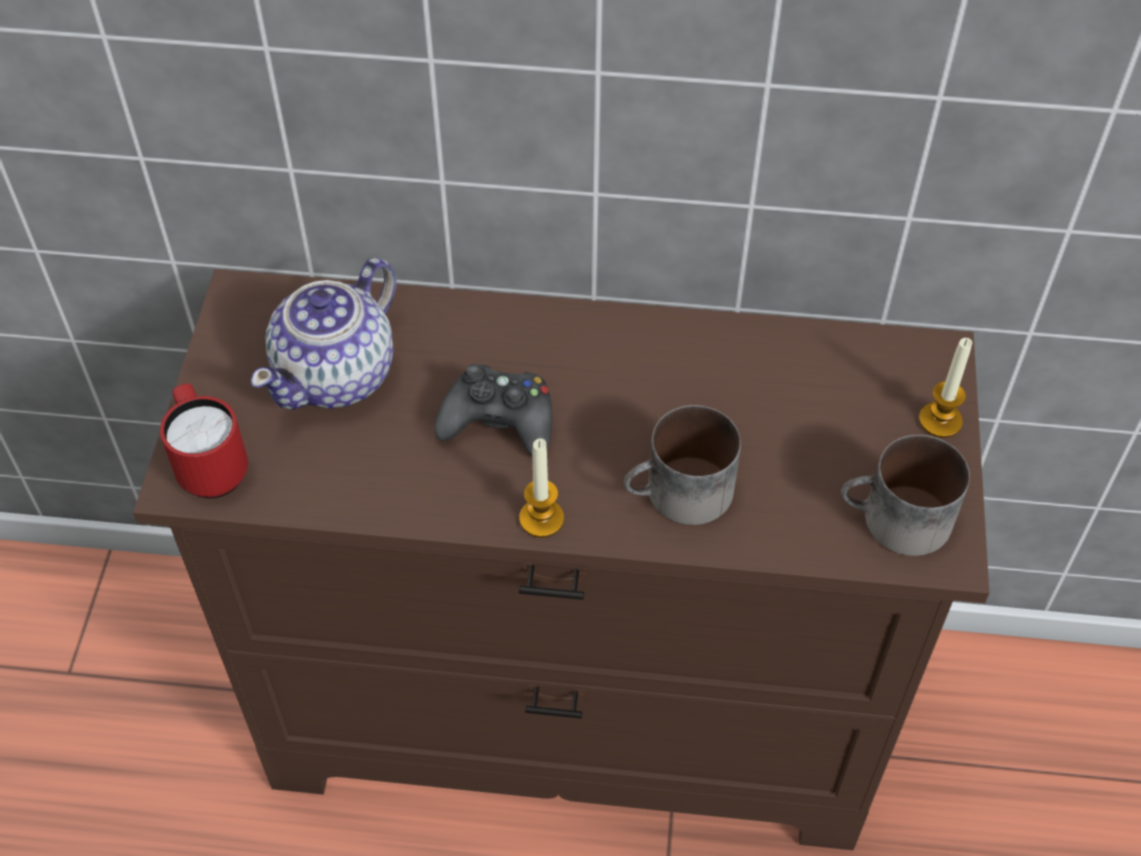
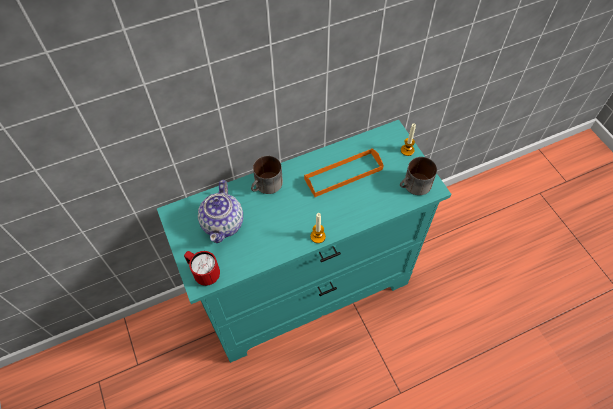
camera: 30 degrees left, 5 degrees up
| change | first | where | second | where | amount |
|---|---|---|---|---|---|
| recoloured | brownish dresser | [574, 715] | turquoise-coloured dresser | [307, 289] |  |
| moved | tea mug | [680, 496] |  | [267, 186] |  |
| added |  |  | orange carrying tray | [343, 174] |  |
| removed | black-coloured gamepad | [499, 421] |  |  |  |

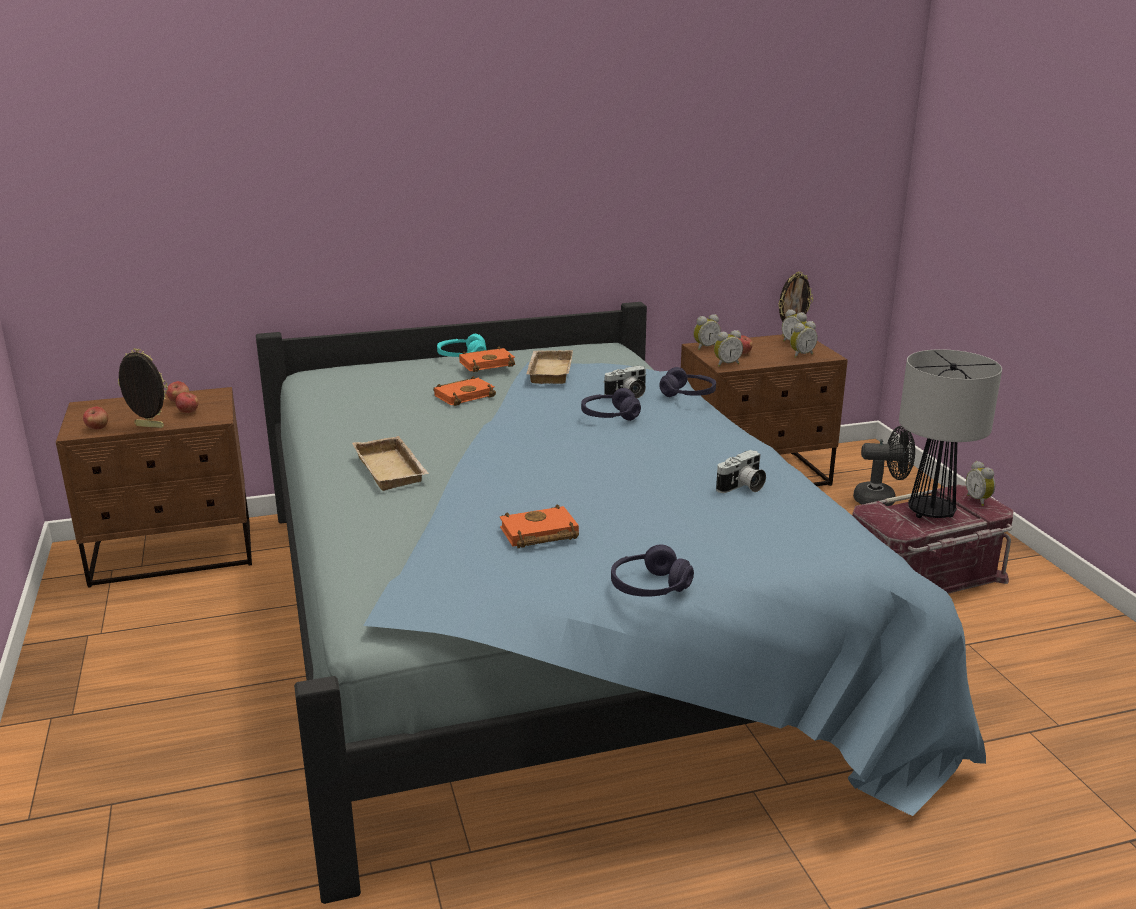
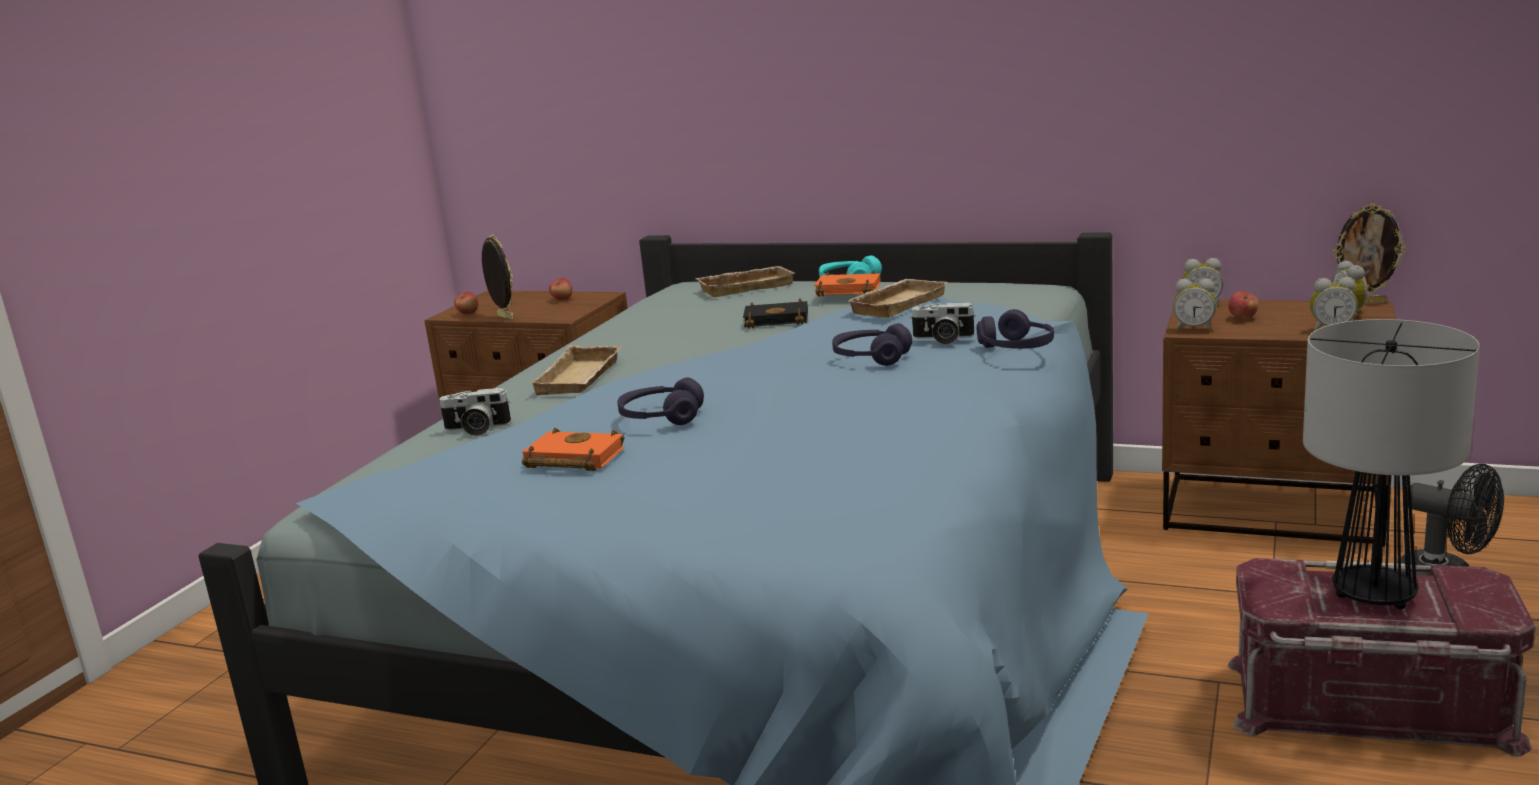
camera: 40 degrees right, 5 degrees down
| change | first | where | second | where | amount |
|---|---|---|---|---|---|
| moved | photo camera | [742, 487] |  | [476, 429] |  |
| moved | purple pair of headphones | [649, 587] |  | [661, 417] |  |
| added |  |  | sand-coloured carrying tray | [746, 286] |  |
| recoloured | orange book | [464, 395] | black-coloured book | [778, 319] |  |
| removed | apple | [188, 412] |  |  |  |
| removed | bedside clock | [979, 500] |  |  |  |

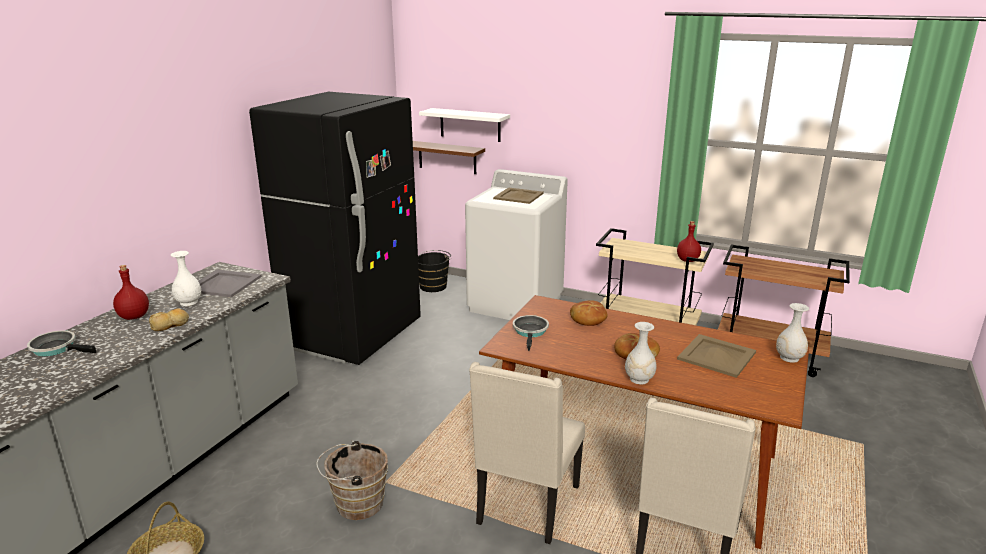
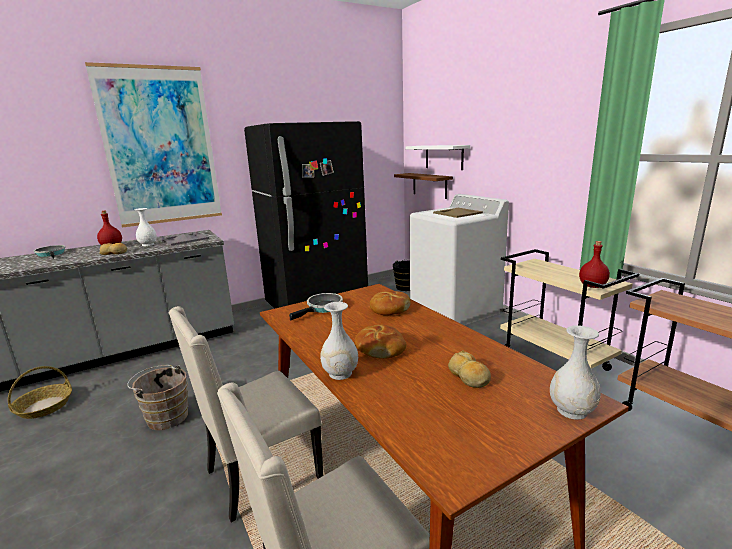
camera: 35 degrees right, 5 degrees down
| change | first | where | second | where | amount |
|---|---|---|---|---|---|
| added |  |  | picture | [160, 147] |  |
| replaced | sand-coloured carrying tray | [716, 355] | bread | [468, 377] |  |

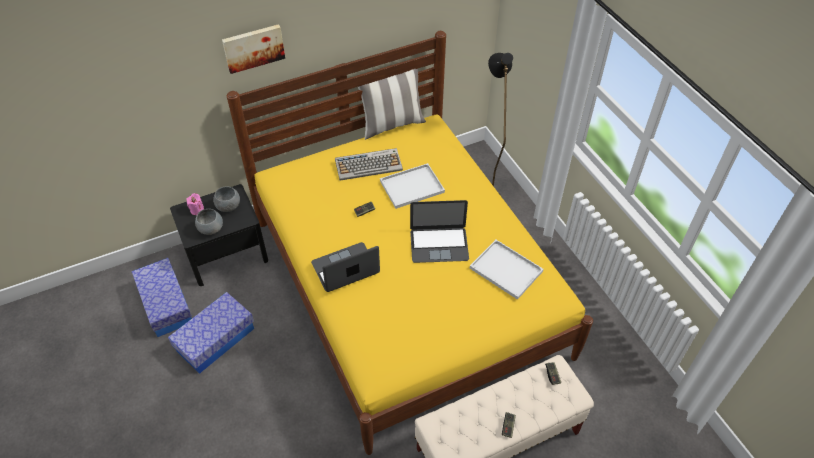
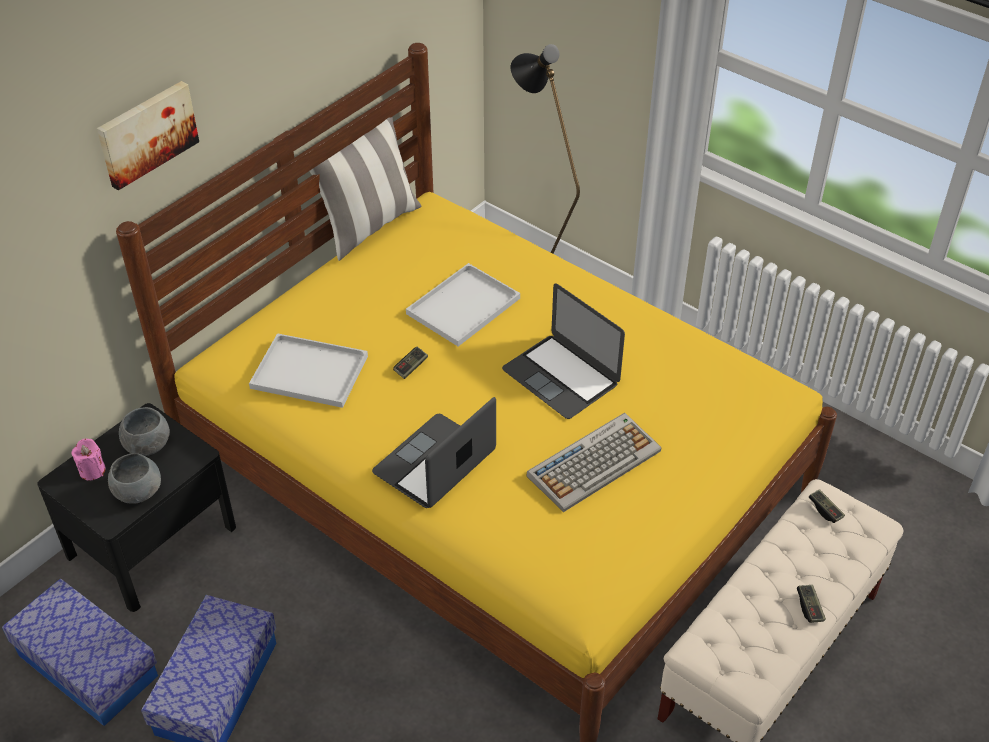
camera: 25 degrees left, 5 degrees down
| change | first | where | second | where | amount |
|---|---|---|---|---|---|
| moved | whitish carrying tray | [507, 270] |  | [312, 371] |  |
| turned | notebook computer | [439, 244] |  | [561, 376] | 75 degrees clockwise |
| moved | computer keyboard | [369, 165] |  | [594, 462] |  |

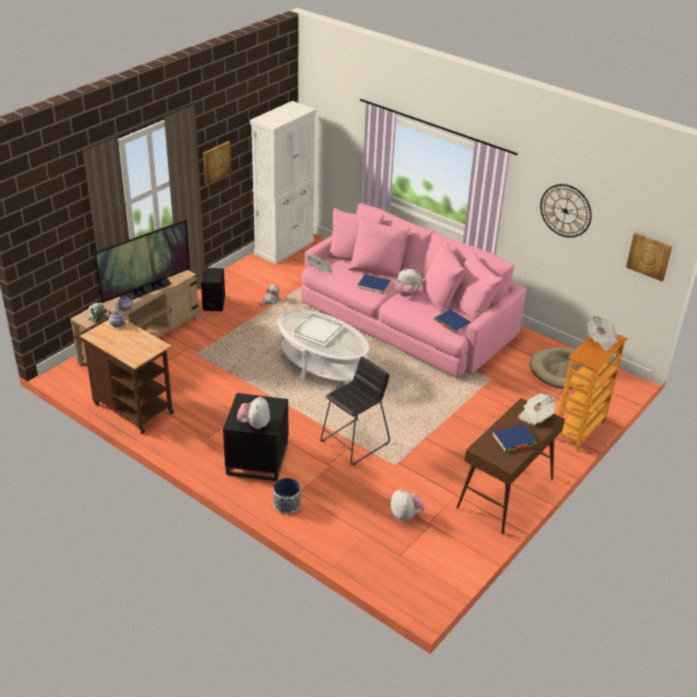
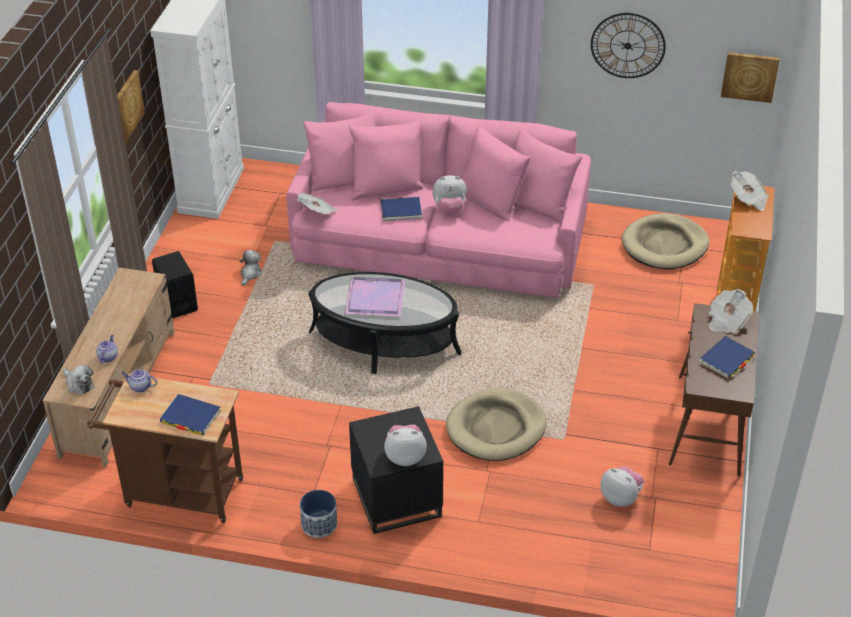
camera: 25 degrees left, 5 degrees up
| change | first | where | second | where | amount |
|---|---|---|---|---|---|
| moved | blue-coloured book | [452, 323] |  | [190, 417] |  |
| moved | plant pot | [286, 504] |  | [319, 524] |  |
| recoloured | whitish low table | [322, 367] | black-coloured low table | [384, 342] |  |
| recoloured | whitish carrying tray | [317, 330] | purple carrying tray | [374, 298] |  |
| turned | soft toy | [254, 424] |  | [405, 457] | 105 degrees clockwise |
| replaced | black-coloured stool seat | [354, 442] | sand-coloured dog cushion | [496, 428] |  |
| removed | TV set | [146, 290] |  |  |  |

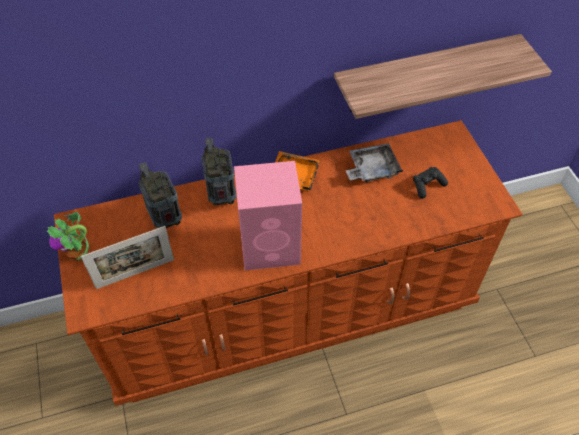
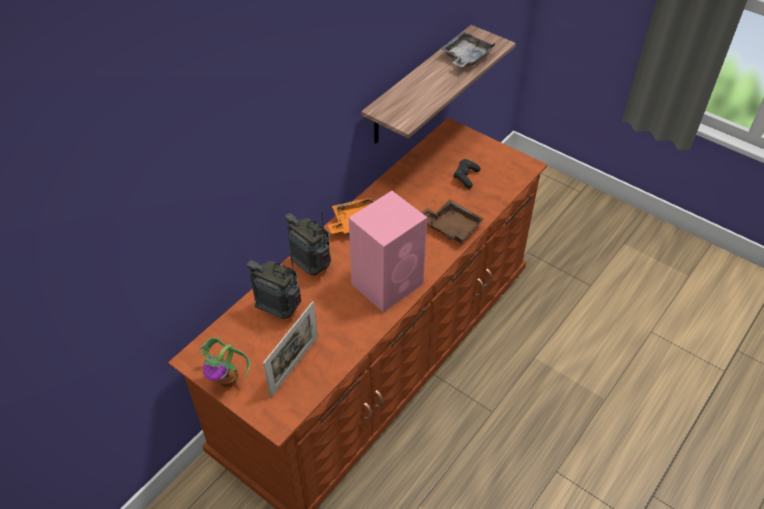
camera: 35 degrees left, 5 degrees down
| change | first | where | second | where | amount |
|---|---|---|---|---|---|
| added |  |  | brownish carrying tray | [451, 226] |  |
| moved | greyish carrying tray | [372, 169] |  | [465, 57] |  |

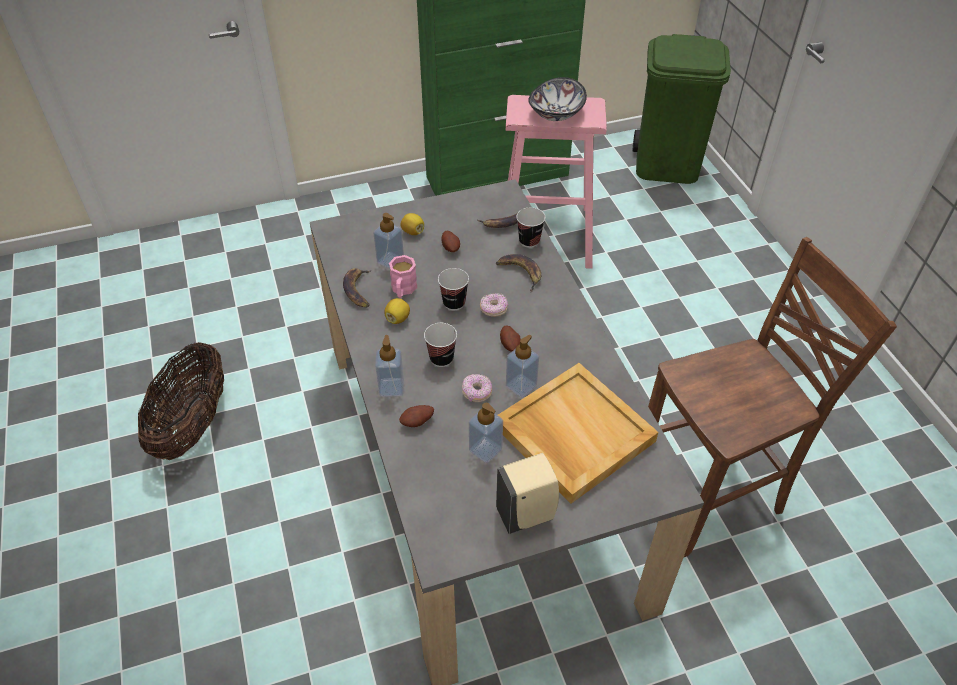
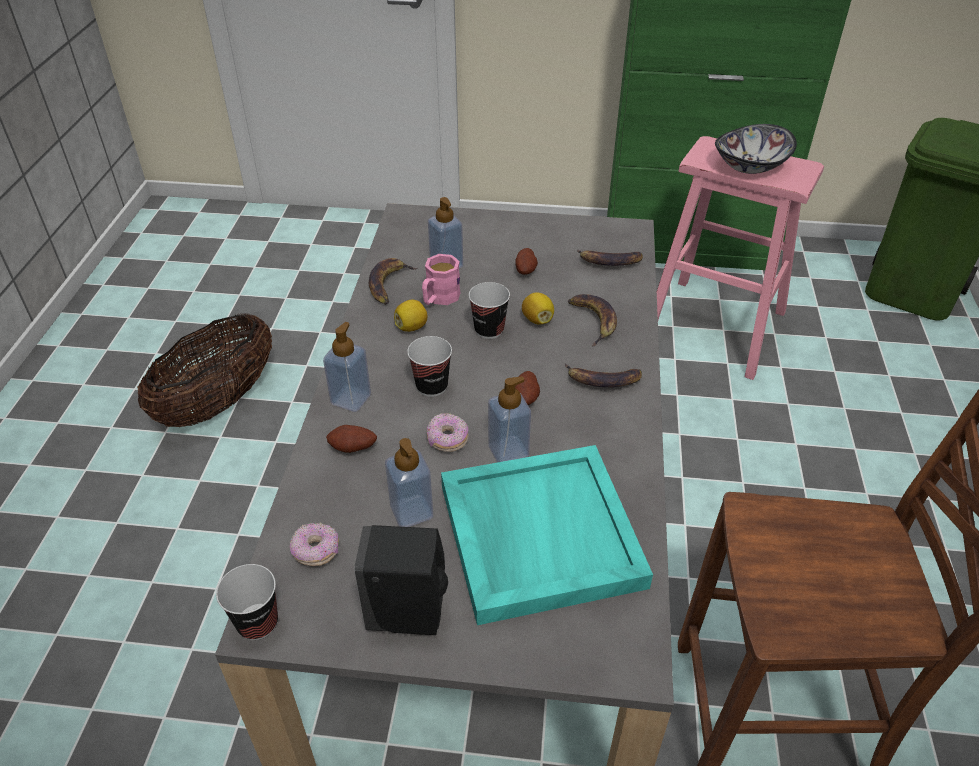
camera: 25 degrees right, 5 degrees down
| change | first | where | second | where | amount |
|---|---|---|---|---|---|
| moved | small cup | [529, 241] |  | [257, 623] |  |
| moved | ring doughnut | [493, 309] |  | [316, 551] |  |
| recoloured | sand-coloured soap dispenser | [527, 514] | black-coloured soap dispenser | [410, 615] |  |
| recoloured | sand-coloured carrying tray | [572, 433] | turquoise-coloured carrying tray | [538, 534] |  |
| moved | citrus fruit | [413, 232] |  | [537, 319] |  |
| added |  |  | banana fruit | [602, 380] |  |

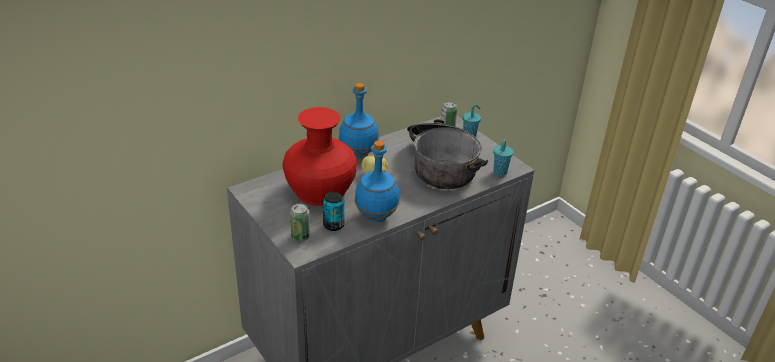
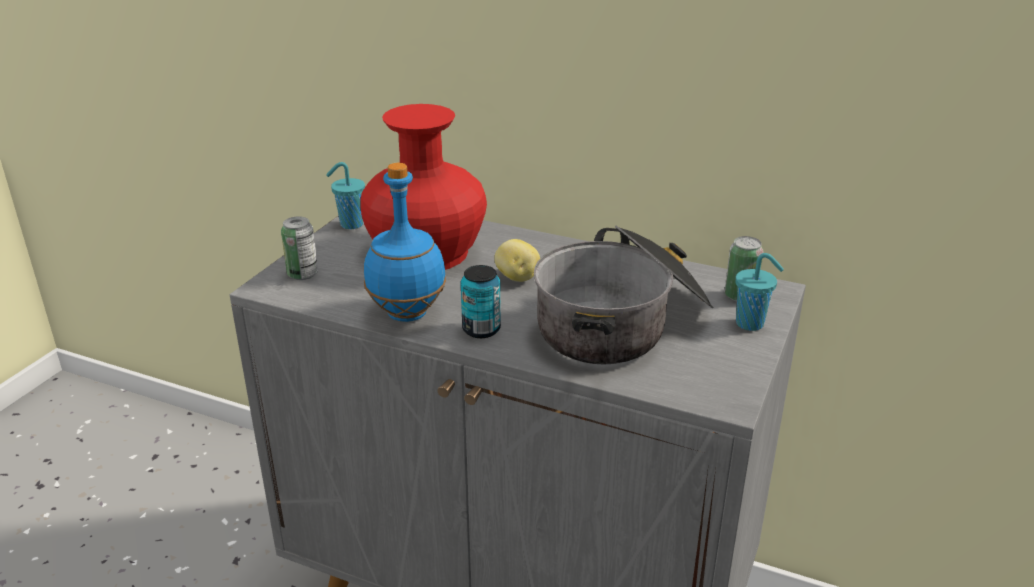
camera: 60 degrees right, 5 degrees down
| change | first | where | second | where | amount |
|---|---|---|---|---|---|
| moved | turquoise-coloured small cup | [499, 173] |  | [350, 224] |  |
| moved | metal can | [333, 225] |  | [481, 329] |  |
| removed | blue-coloured bottle | [358, 154] |  |  |  |

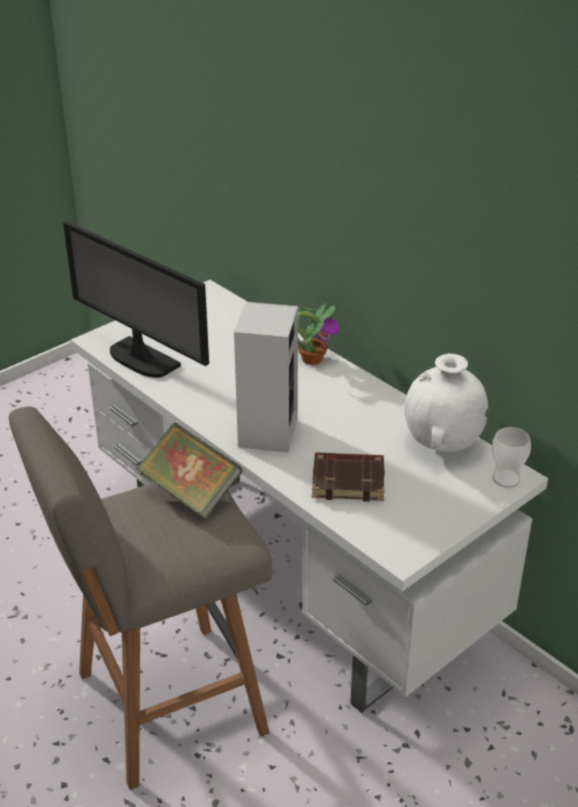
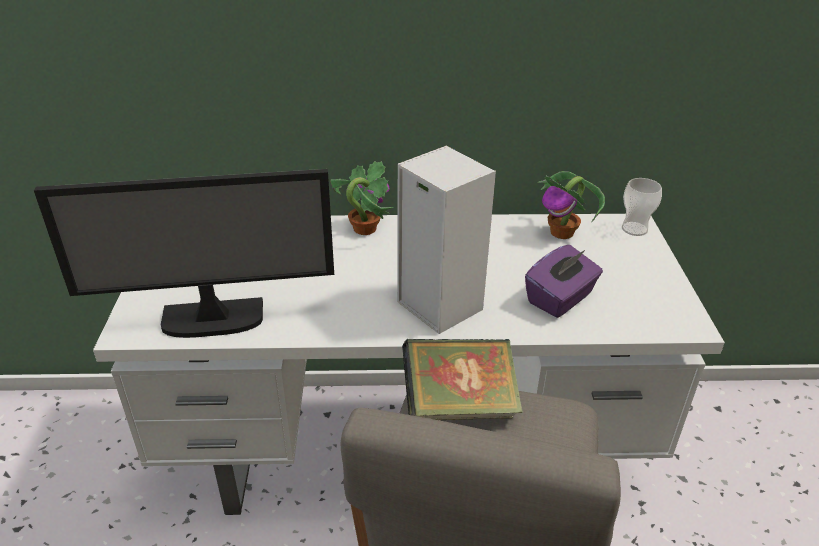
camera: 50 degrees left, 0 degrees up
| change | first | where | second | where | amount |
|---|---|---|---|---|---|
| replaced | brownish book | [349, 481] | purple tissue holder | [560, 299] |  |
| replaced | whitish flower vase | [442, 445] | potted plant | [562, 233] |  |

